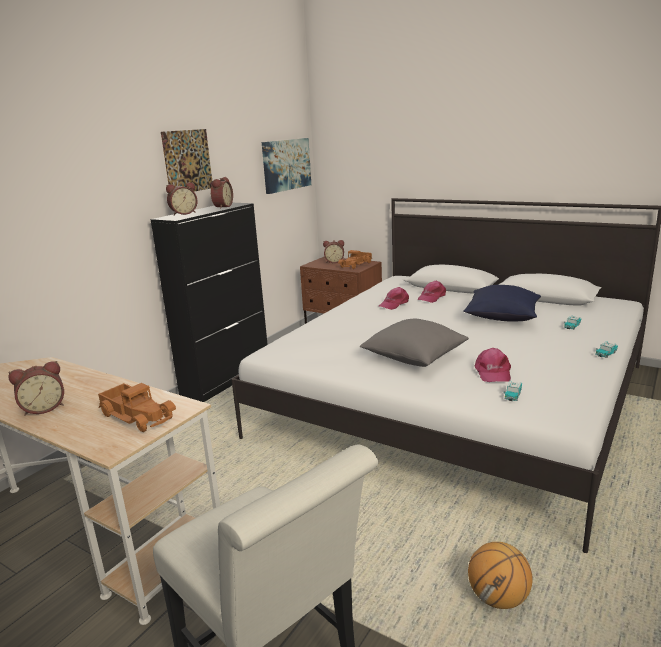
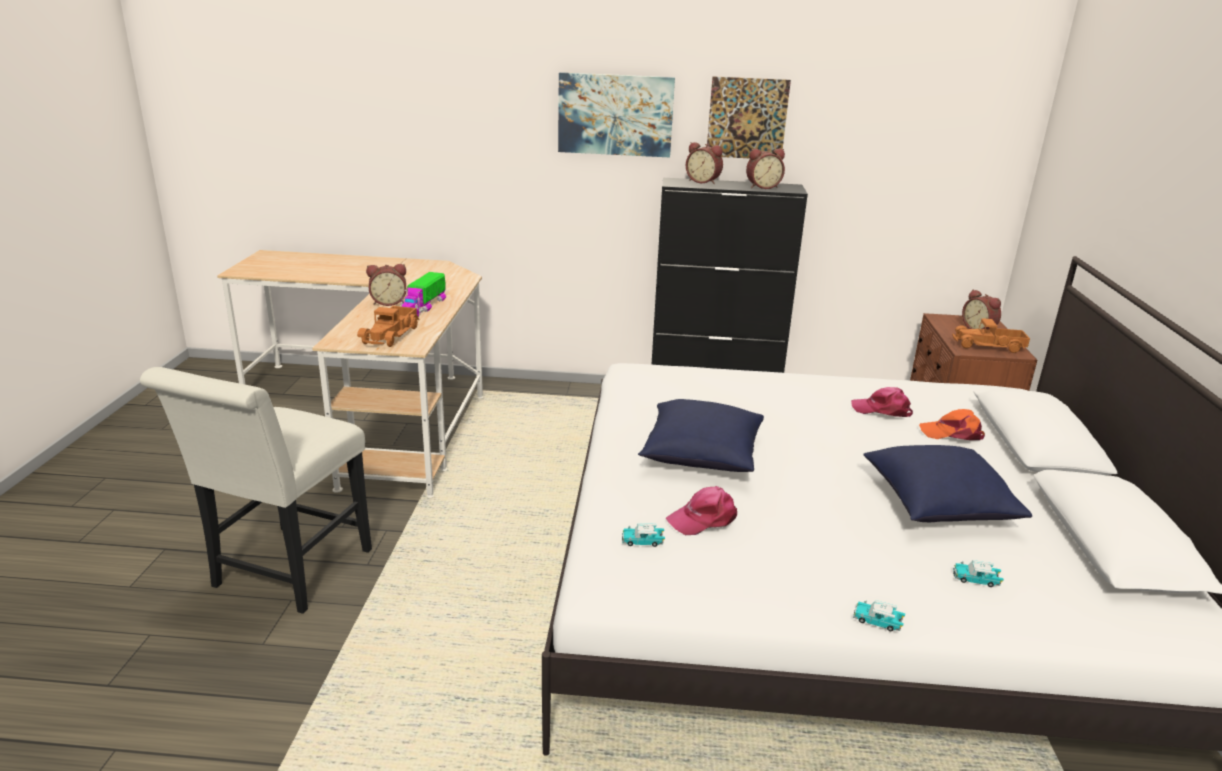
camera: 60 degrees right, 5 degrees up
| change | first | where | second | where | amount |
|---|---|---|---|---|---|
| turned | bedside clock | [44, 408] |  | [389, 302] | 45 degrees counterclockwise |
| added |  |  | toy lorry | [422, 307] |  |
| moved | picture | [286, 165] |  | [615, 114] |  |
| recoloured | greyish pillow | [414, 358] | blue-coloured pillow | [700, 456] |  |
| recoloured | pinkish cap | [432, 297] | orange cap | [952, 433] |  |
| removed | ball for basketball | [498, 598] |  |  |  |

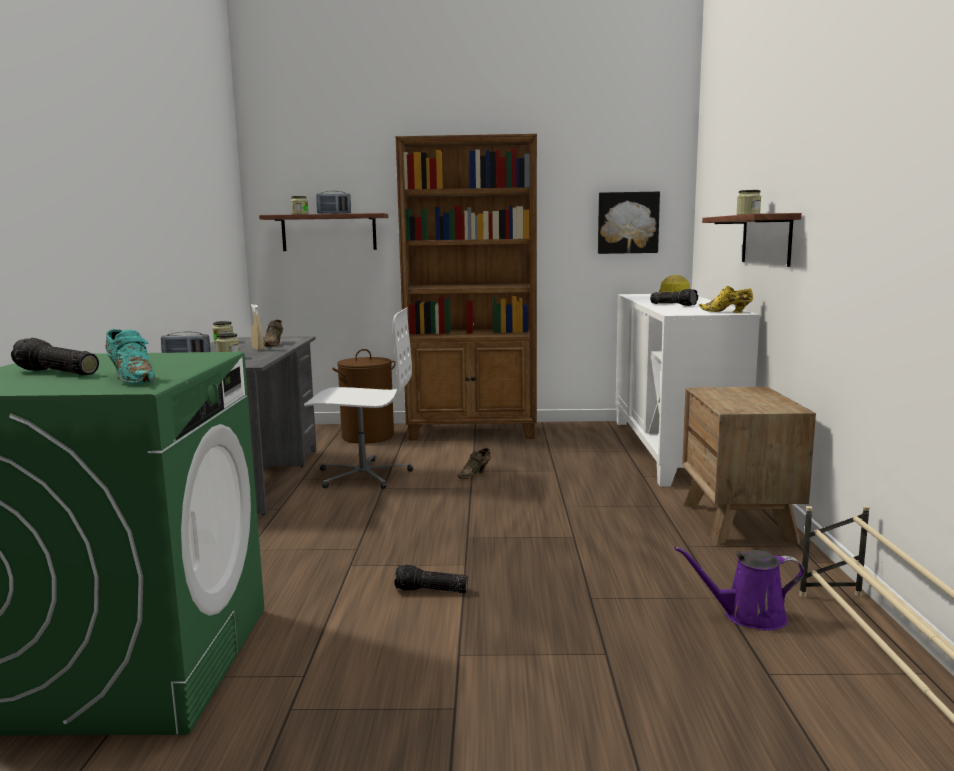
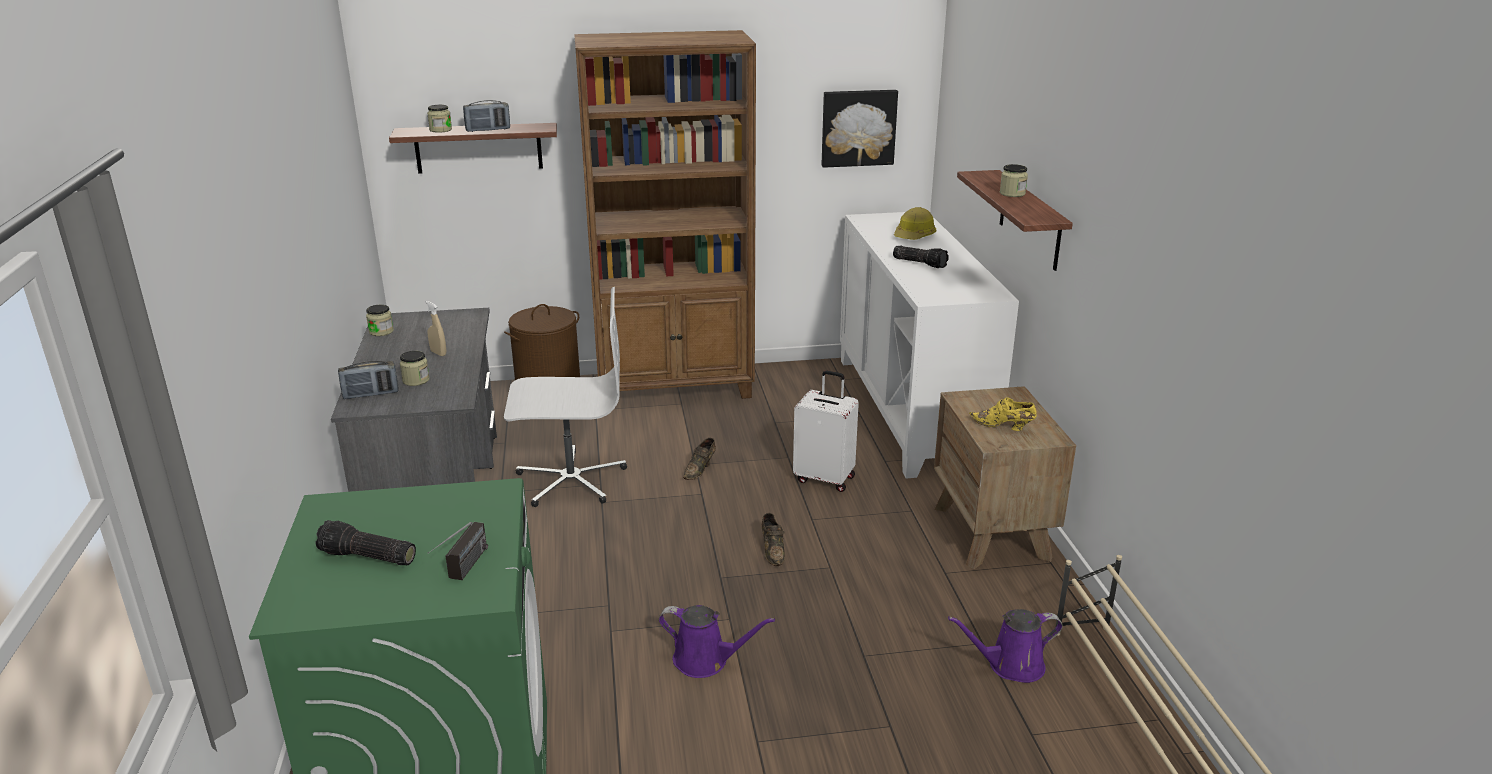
camera: 10 degrees left, 15 degrees up
| change | first | where | second | where | amount |
|---|---|---|---|---|---|
| replaced | turquoise-coloured item of footwear | [132, 379] | radio set | [463, 572] |  |
| replaced | hand torch | [430, 591] | purple sprinkling can | [706, 660] |  |
| moved | brownish item of footwear | [274, 344] |  | [772, 550] |  |
| added |  |  | whitish suitcase | [825, 478] |  |
| moved | yellow-coloured item of footwear | [727, 312] |  | [1003, 426] |  |

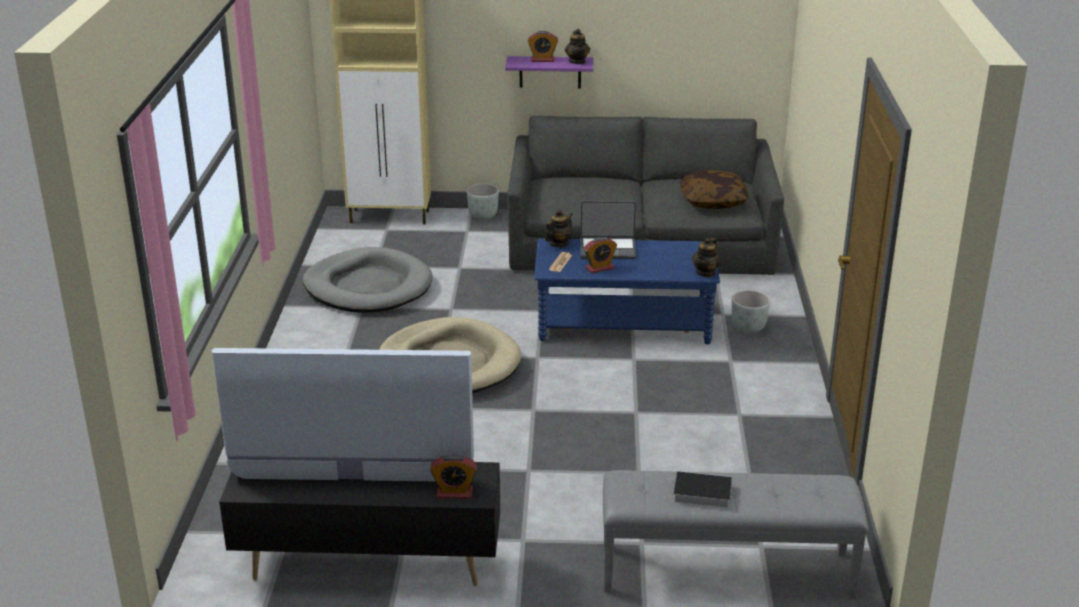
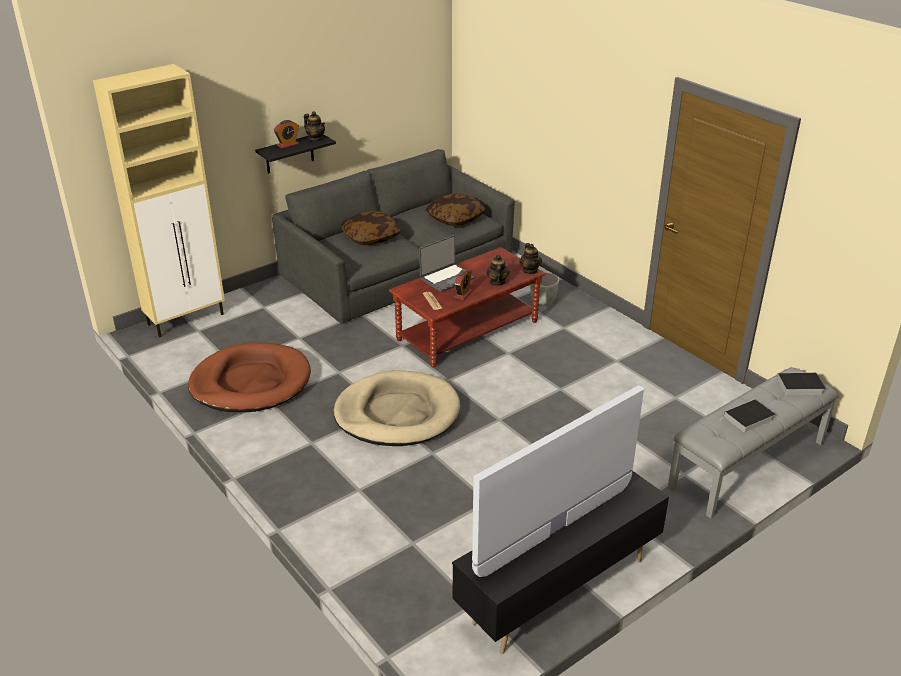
camera: 40 degrees left, 5 degrees up
| change | first | where | second | where | amount |
|---|---|---|---|---|---|
| recoloured | greyish dog cushion | [368, 287] | brownish dog cushion | [251, 383] |  |
| recoloured | purple shelf | [550, 72] | black-coloured shelf | [289, 153] |  |
| added |  |  | pillow | [371, 237] |  |
| recoloured | blue-coloured low table | [624, 324] | brownish low table | [468, 330] |  |
| moved | pot for tea | [558, 244] |  | [497, 282] |  |
| added |  |  | book | [798, 386] |  |
| removed | bedside clock | [454, 493] |  |  |  |
| removed | greyish plant pot | [483, 216] |  |  |  |

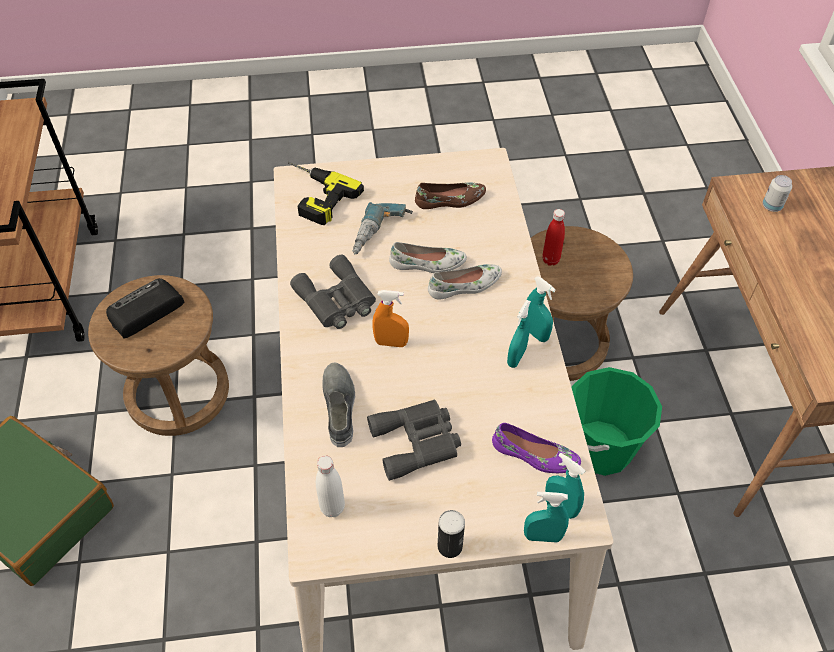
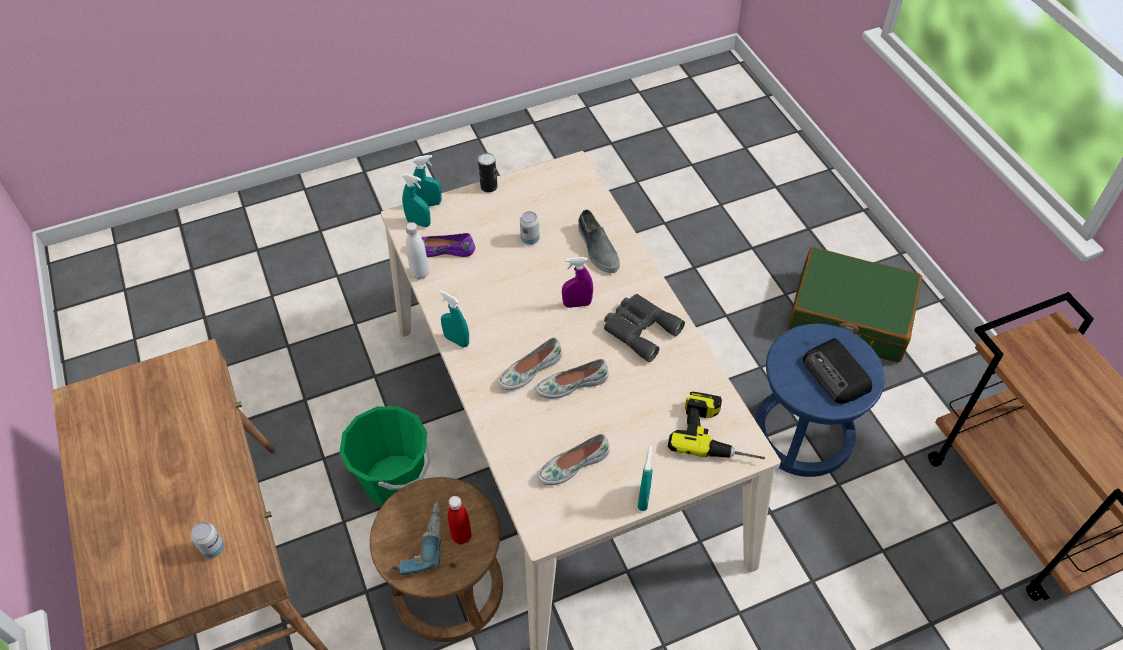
camera: 165 degrees right, 0 degrees up
| change | first | where | second | where | amount |
|---|---|---|---|---|---|
| moved | electric drill | [381, 235] |  | [420, 541] |  |
| moved | whitish bottle | [332, 507] |  | [420, 273] |  |
| replaced | greyish binoculars | [417, 442] | metal can | [530, 239] |  |
| recoloured | brownish item of footwear | [450, 200] | whitish item of footwear | [573, 464] |  |
| recoloured | orange sprayer | [391, 343] | purple sprayer | [577, 304] |  |
| moved | turquoise-coloured sprayer | [516, 357] |  | [644, 498] |  |
| recoloured | brownish stool seat | [177, 392] | blue-coloured stool seat | [803, 434] |  |
| turned | radio set | [144, 311] |  | [836, 375] | 120 degrees clockwise |

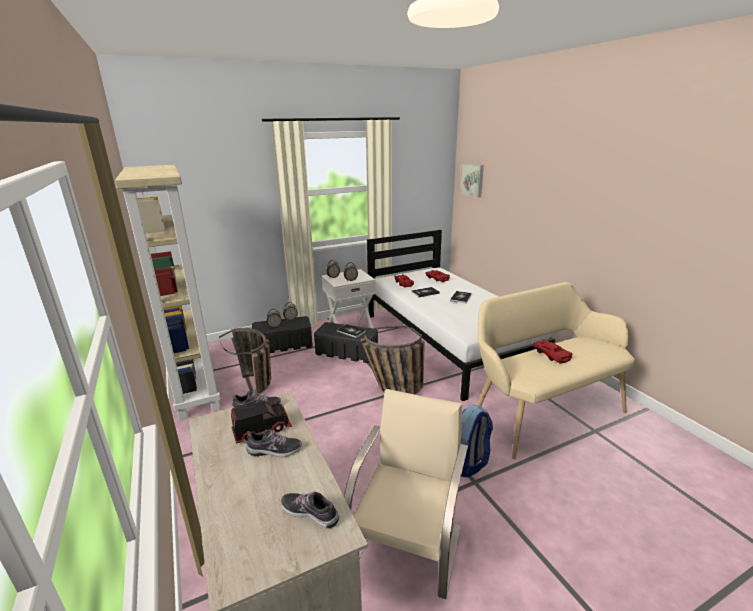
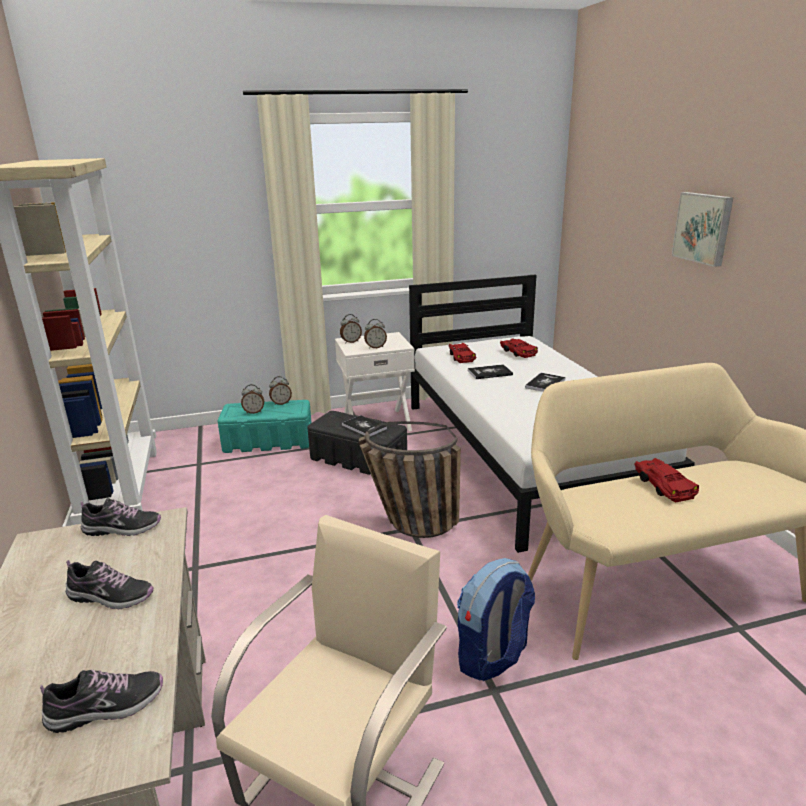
camera: 10 degrees right, 0 degrees up
| change | first | where | second | where | amount |
|---|---|---|---|---|---|
| turned | item of footwear | [310, 513] |  | [106, 707] | 120 degrees clockwise |
| recoloured | black-coloured storage container | [284, 345] | turquoise-coloured storage container | [269, 441] |  |
| moved | picture | [472, 179] |  | [703, 228] |  |
| removed | household basket | [258, 388] |  |  |  |
| removed | toy lorry | [262, 429] |  |  |  |

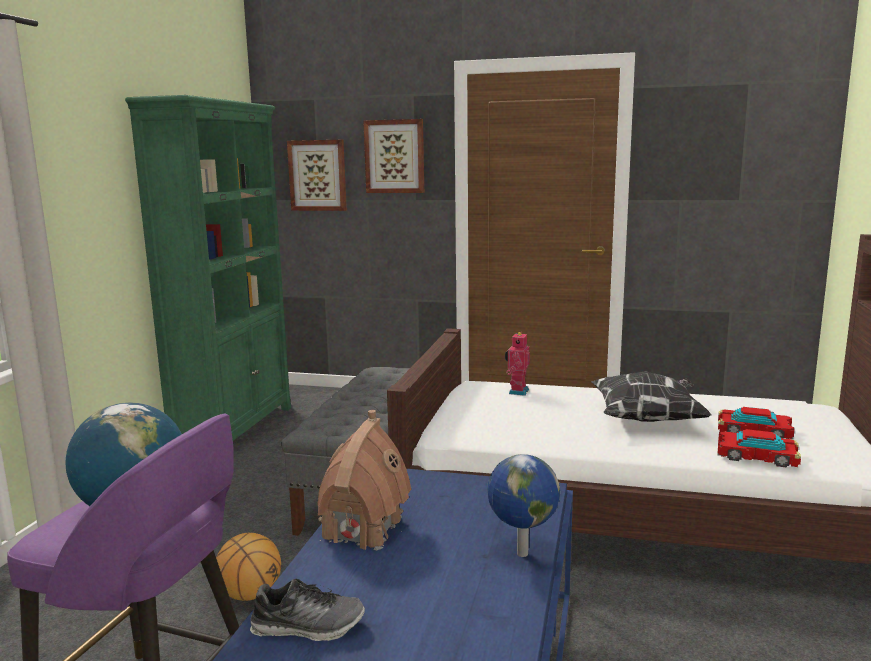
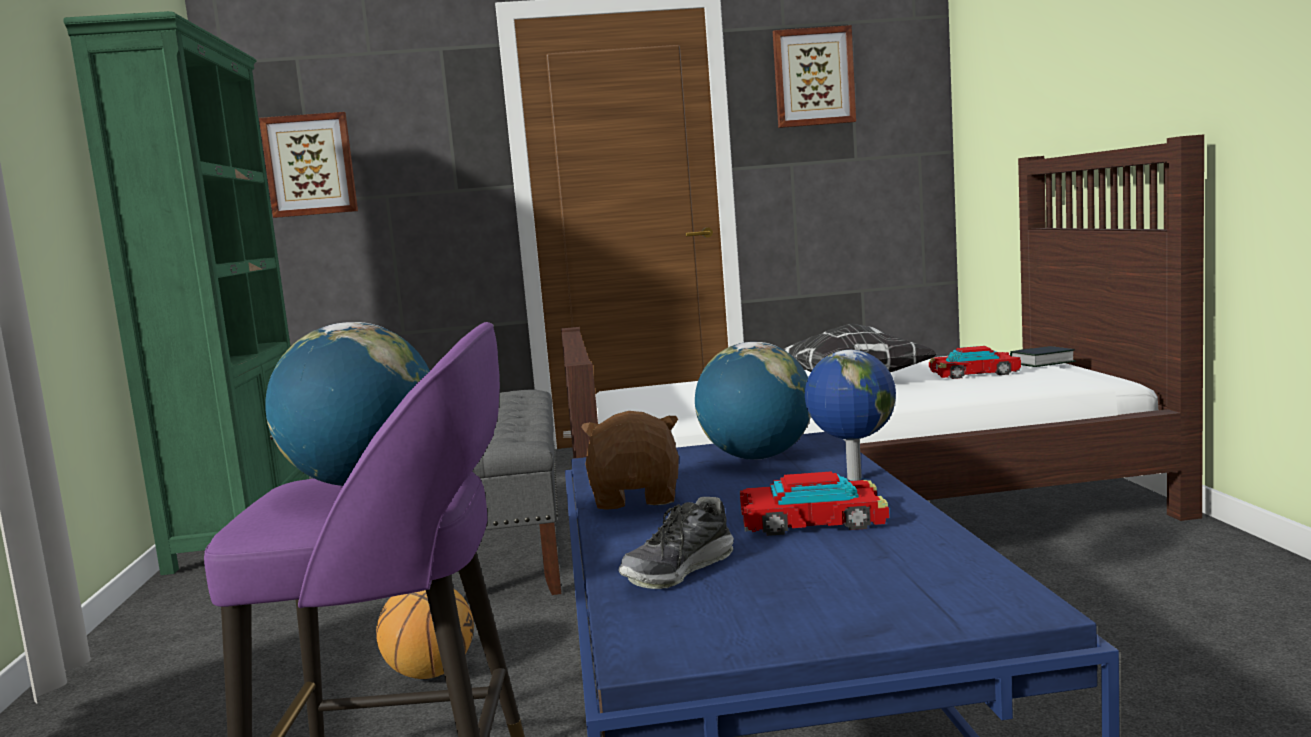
camera: 20 degrees left, 5 degrees down
| change | first | where | second | where | amount |
|---|---|---|---|---|---|
| replaced | toy house | [362, 528] | brownish soft toy | [637, 498] |  |
| turned | item of footwear | [308, 627] |  | [679, 569] | 150 degrees clockwise |
| added |  |  | world globe | [757, 457] |  |
| moved | toy car | [757, 456] |  | [812, 520] |  |
| moved | picture | [395, 156] |  | [813, 77] |  |
| added |  |  | book | [1042, 363] |  |
| removed | robot figure | [517, 391] |  |  |  |

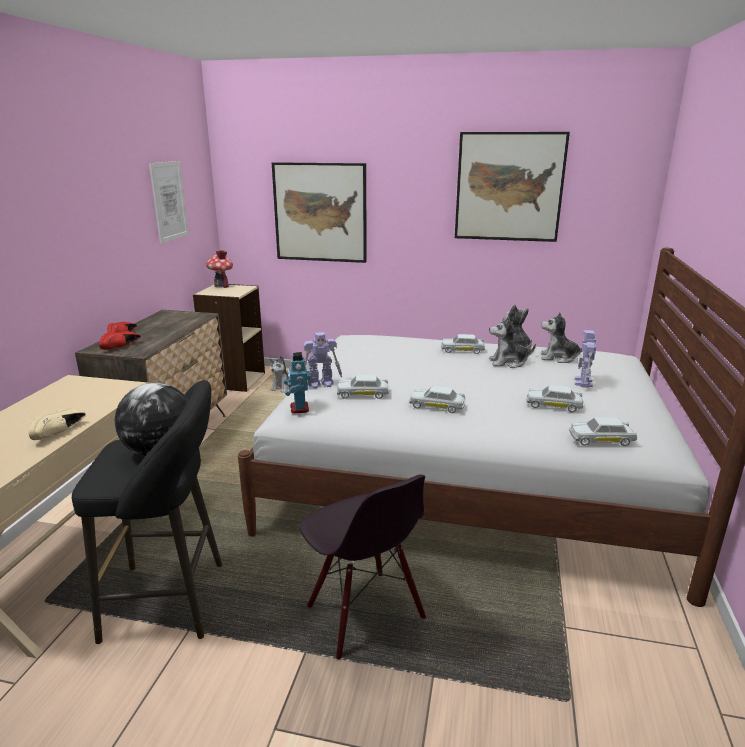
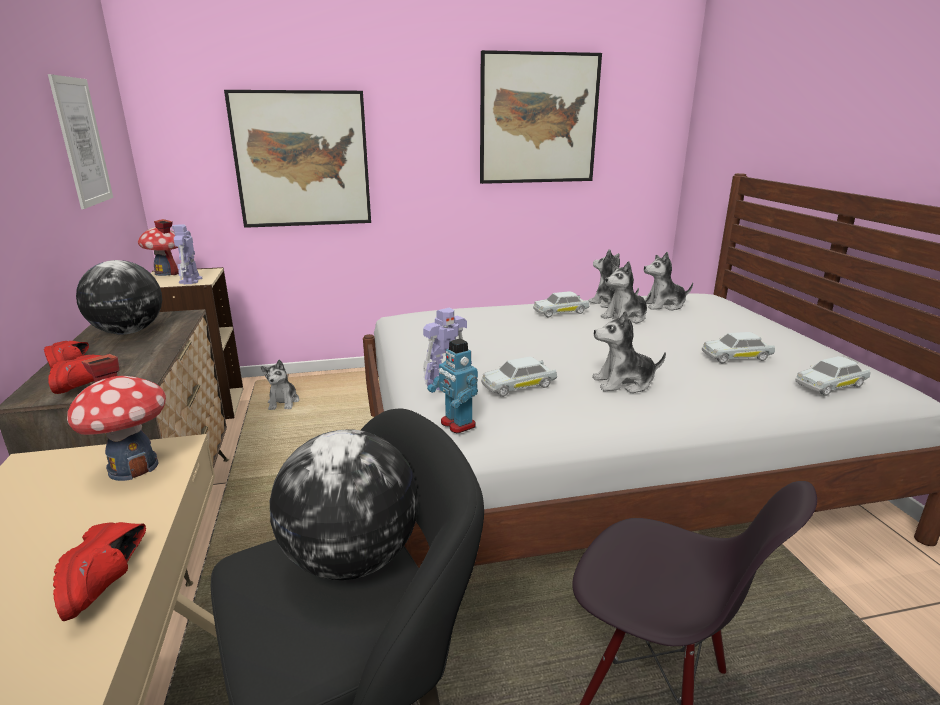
camera: 25 degrees left, 0 degrees up
| change | first | where | second | where | amount |
|---|---|---|---|---|---|
| recoloured | sand-coloured item of footwear | [61, 432] | red item of footwear | [110, 580] |  |
| added |  |  | toy house | [133, 467] |  |
| added |  |  | world globe | [129, 332] |  |
| moved | robot figure | [583, 382] |  | [190, 281] |  |
| replaced | whitish toy car | [437, 406] | soft toy | [623, 383] |  |

